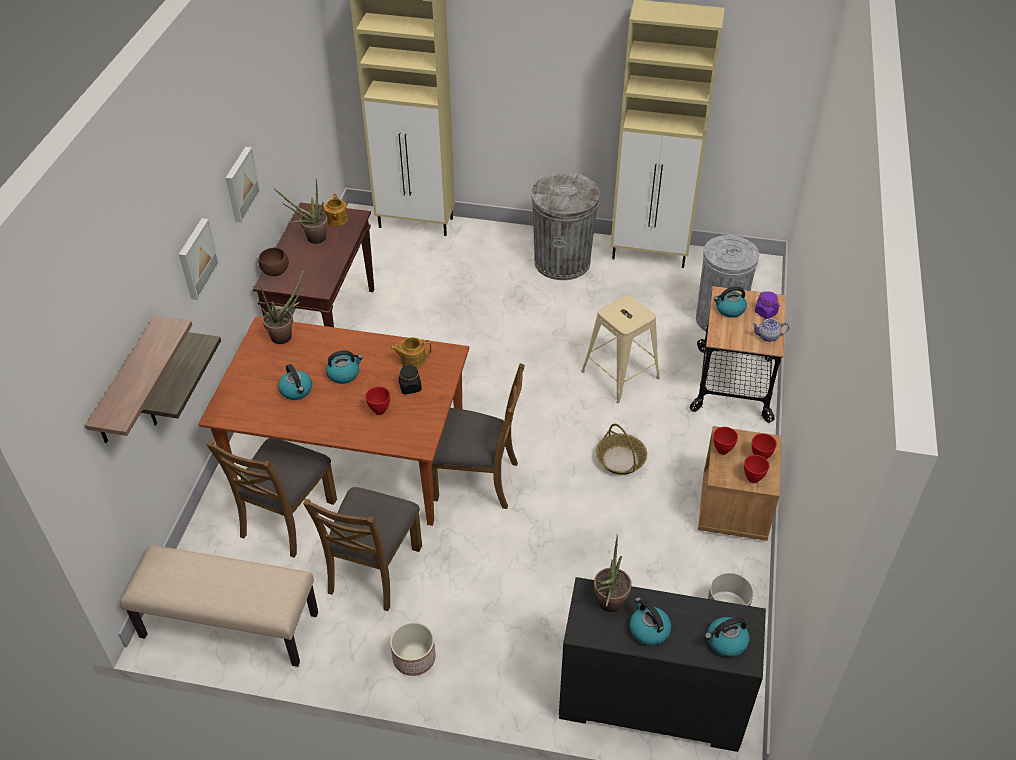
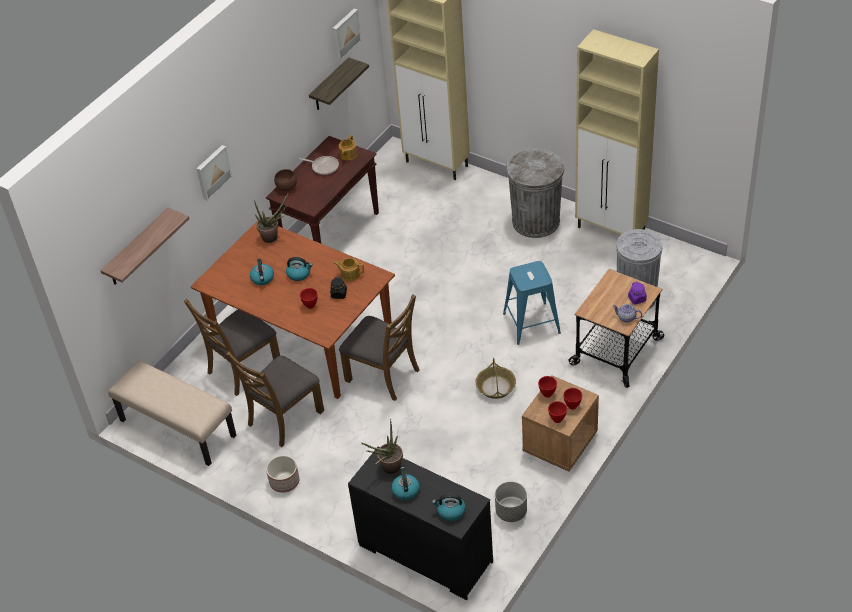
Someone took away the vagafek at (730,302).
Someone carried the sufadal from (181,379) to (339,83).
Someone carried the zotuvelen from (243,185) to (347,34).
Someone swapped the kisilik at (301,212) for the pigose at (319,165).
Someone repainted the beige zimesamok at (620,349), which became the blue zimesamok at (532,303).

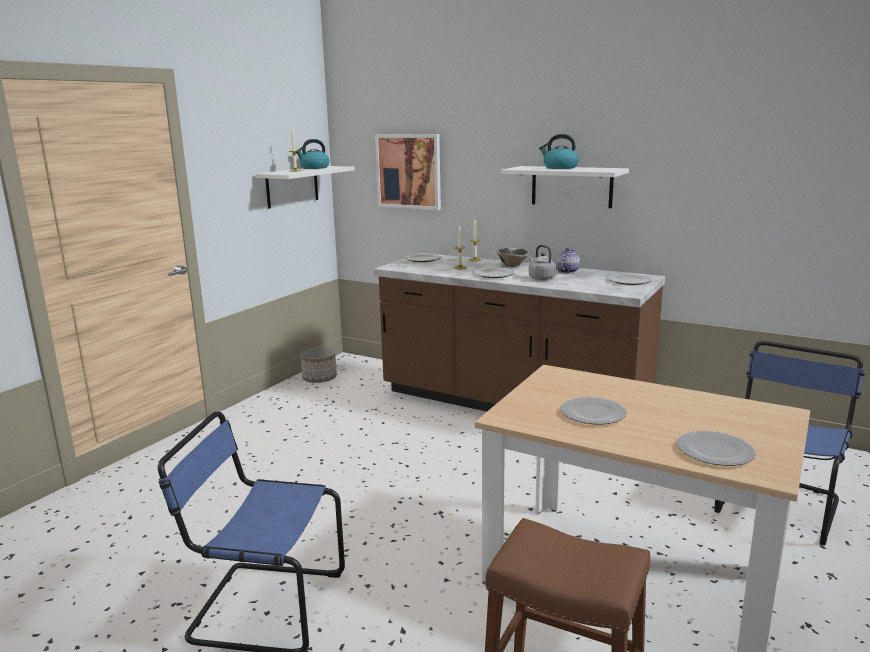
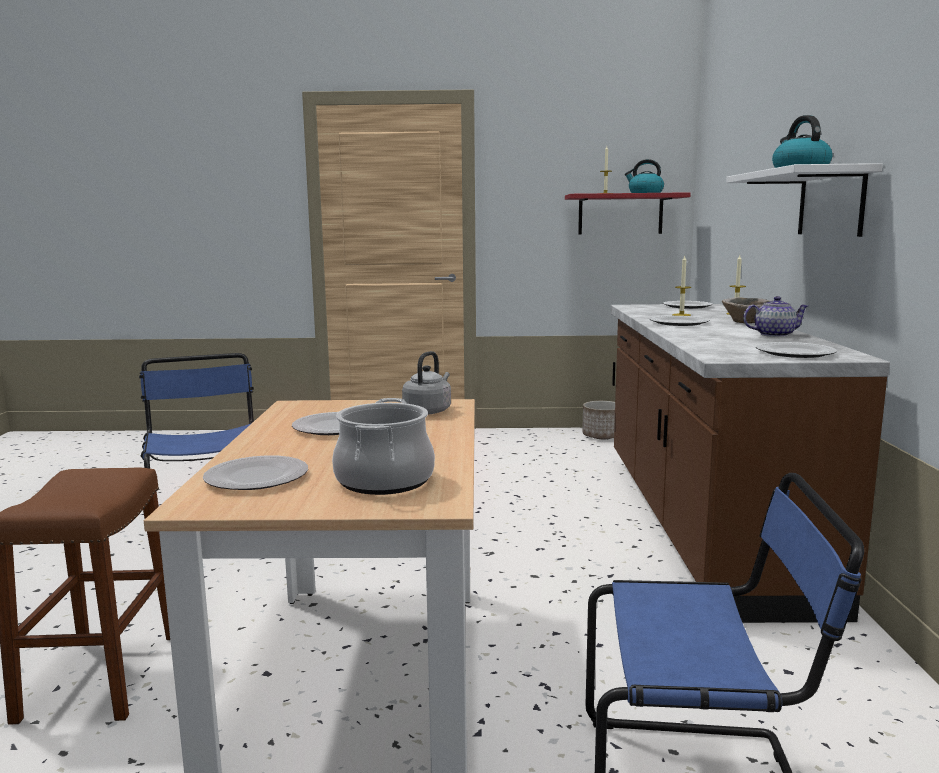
Someone took away the zotuvelen at (408,172).
Someone put down the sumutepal at (383,446).
Someone carried the grey vagafek from (542,262) to (426,382).
Someone repainted the white sufadal at (305,187), which became the red sufadal at (628,213).

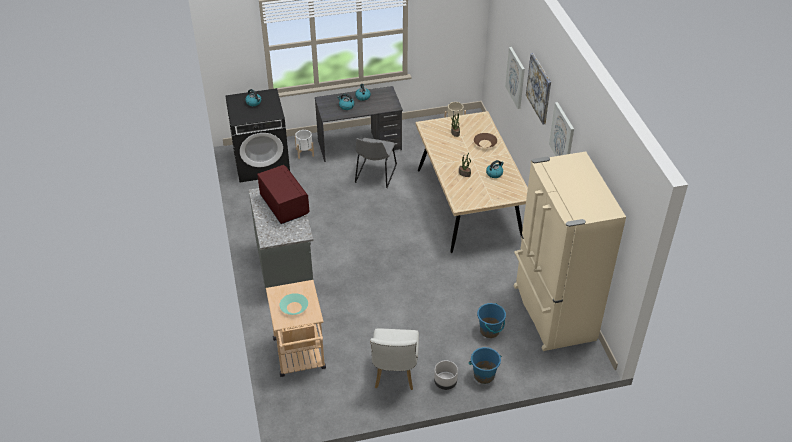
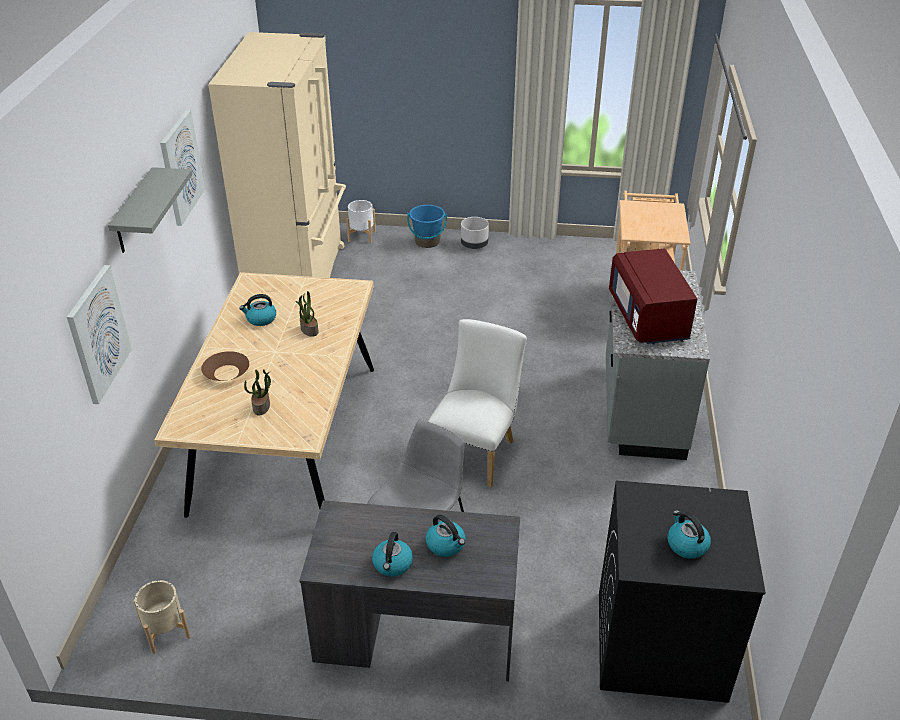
Someone took away the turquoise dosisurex at (294,304).
Someone took away the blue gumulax at (491,320).
Someone carried the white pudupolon from (304,144) to (361,221).
Someone carried the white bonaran from (394,359) to (477,403).
Someone swapped the zotuvelen at (538,88) for the grey sufadal at (150,210).

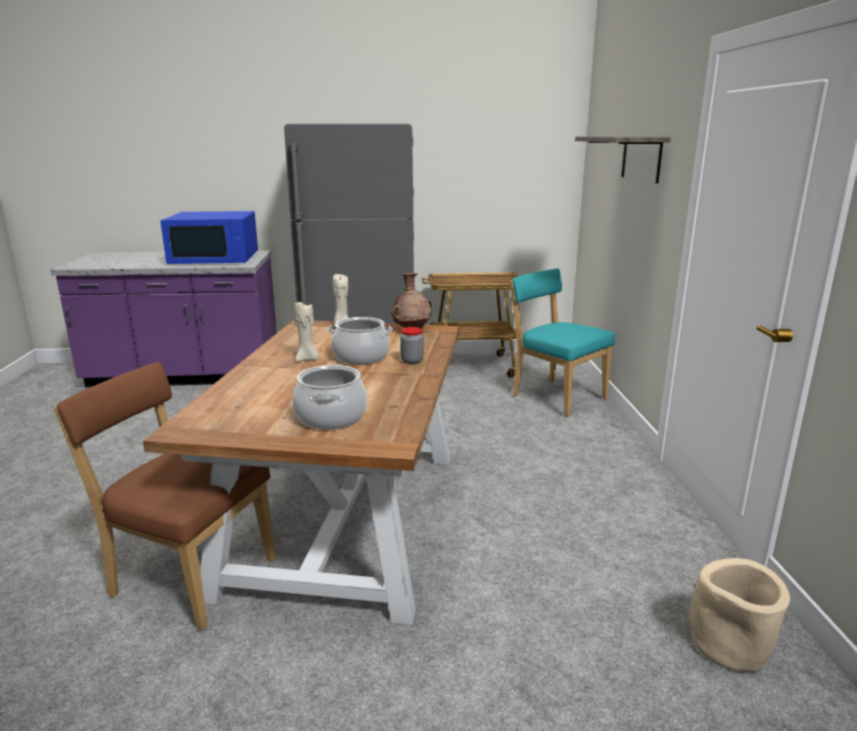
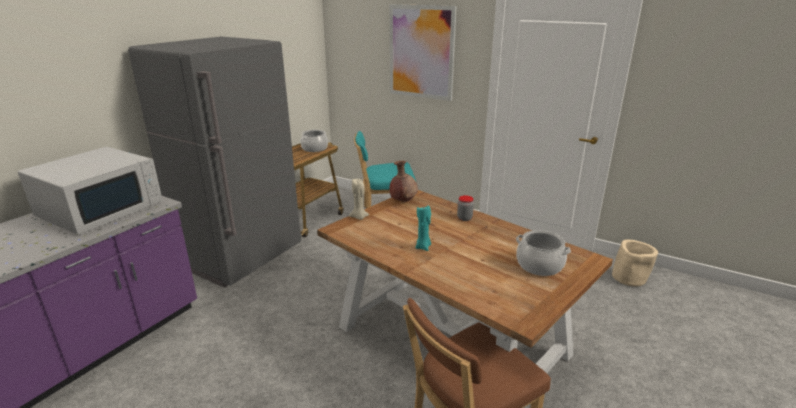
Someone carried the sumutepal from (360,341) to (314,141).
Someone swapped the sufadal at (623,160) for the zotuvelen at (423,52).
Someone repainted the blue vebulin at (209,237), which became the white vebulin at (90,191).
Someone repainted the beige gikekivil at (306,331), which became the turquoise gikekivil at (423,228).

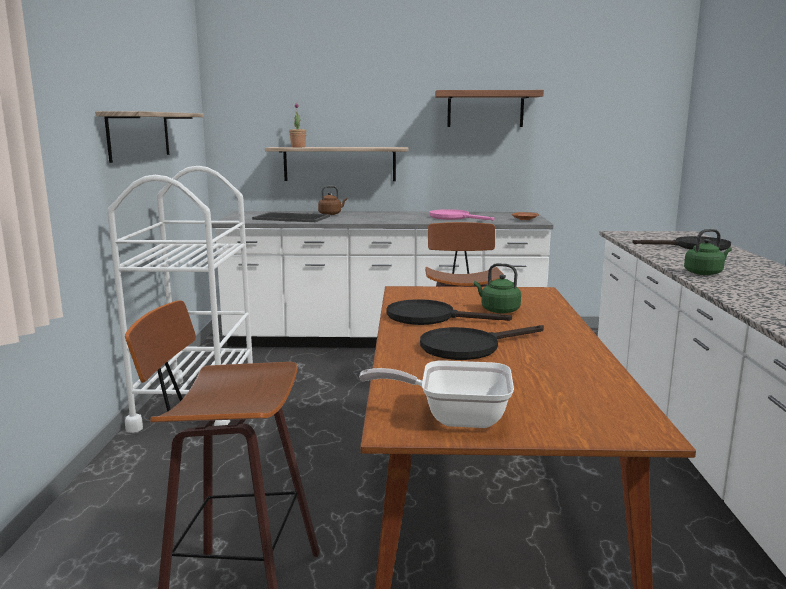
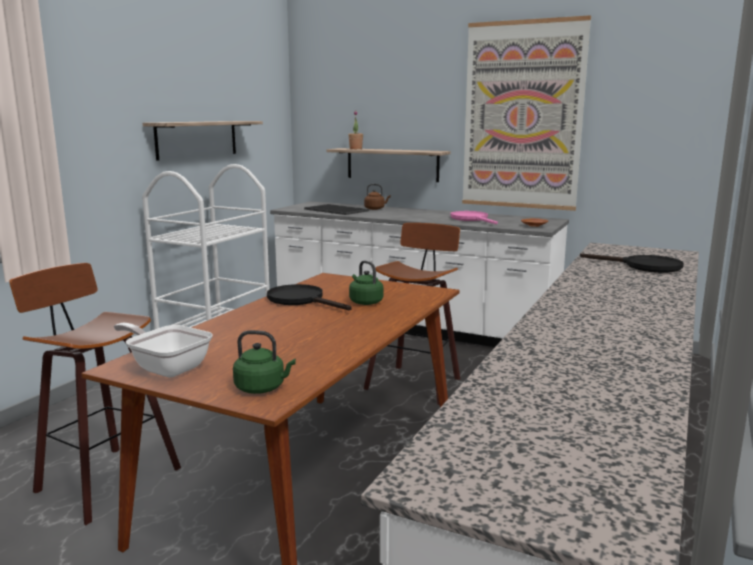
Someone took away the black pigose at (482,342).
Someone carried the green vagafek from (708,252) to (264,362).
Someone swapped the sufadal at (489,108) for the zotuvelen at (526,113).

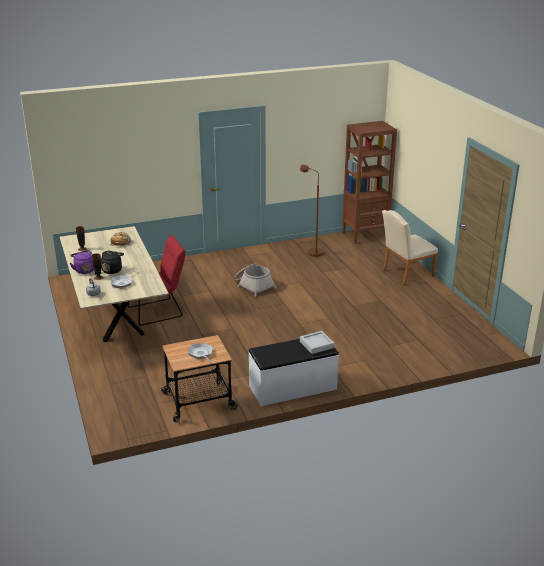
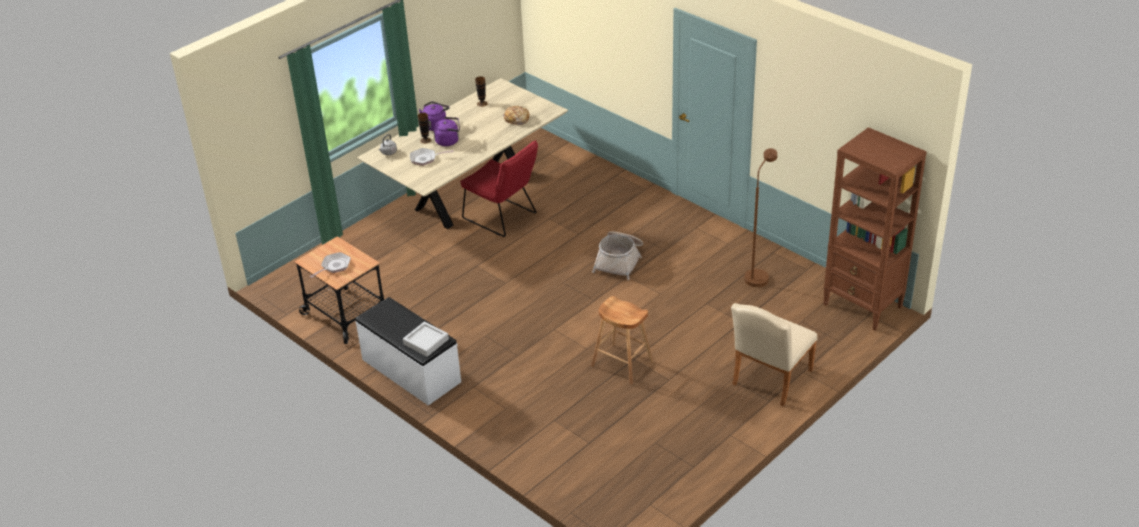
Someone put down the brown zimesamok at (622,340).
Someone repainted the black vagafek at (112,262), which became the purple vagafek at (447,131).
Someone rotated the beige bonaran at (410,247) by 90 degrees counterclockwise.

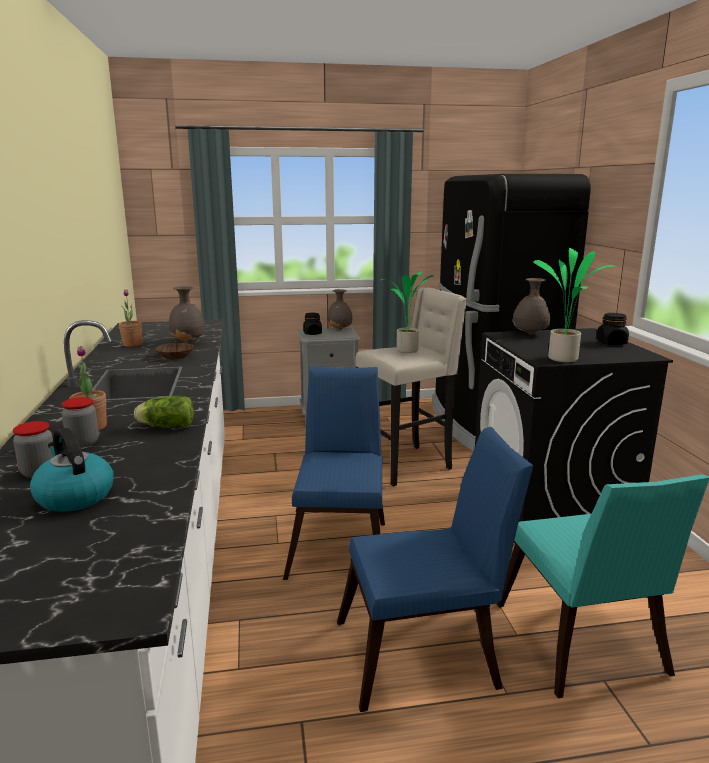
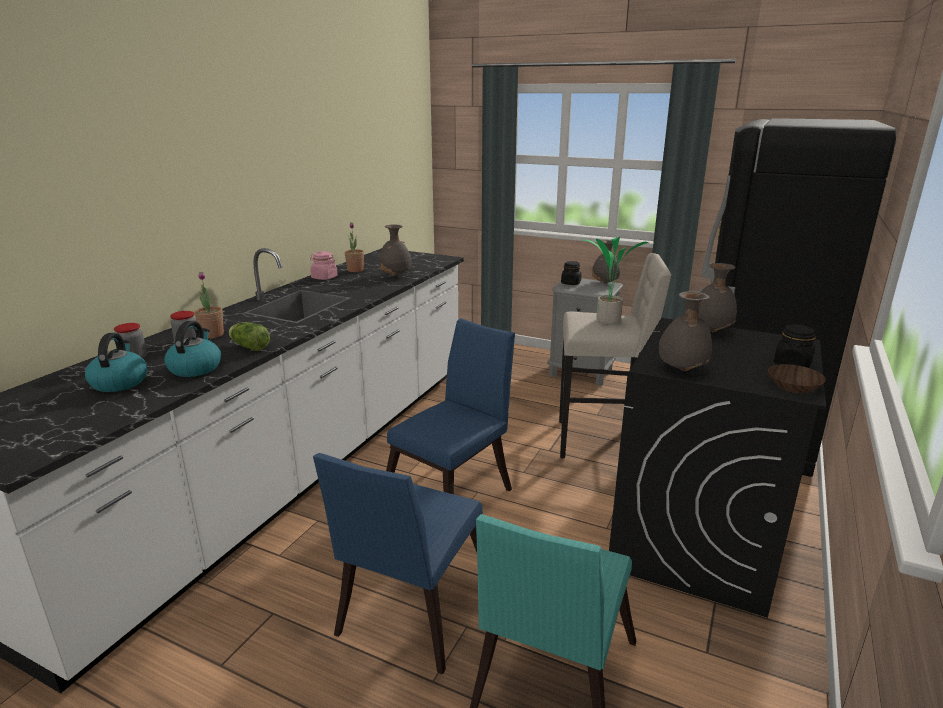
Someone put down the vagafek at (192,349).
Someone put down the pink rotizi at (324,266).
Someone carried the brown dosisurex from (174,351) to (797,378).
Someone swapped the kisilik at (574,305) for the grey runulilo at (685,331).
Someone rotated the blue bonaran at (435,569) by 90 degrees clockwise.

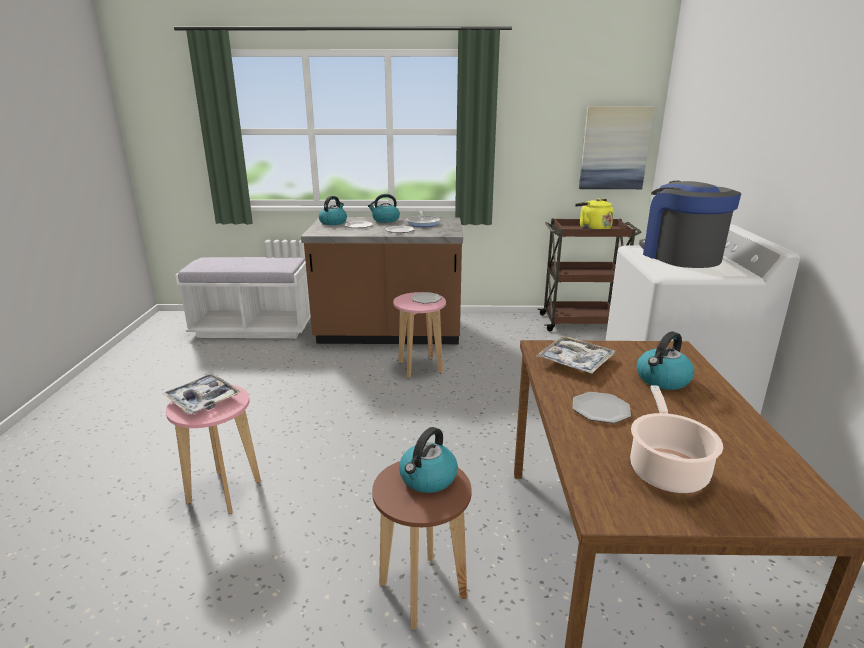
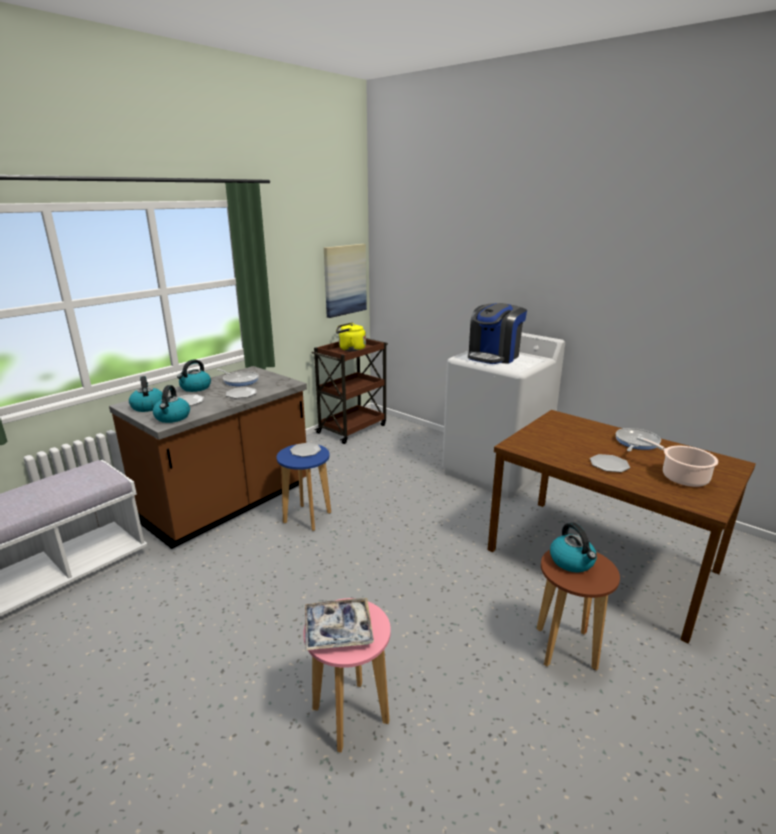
Someone took away the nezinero at (575,355).
Someone put down the pigose at (638,440).
Someone carried the vagafek from (665,360) to (171,404).
Someone repainted the pink zimesamok at (419,335), which became the blue zimesamok at (304,487).
Someone rotated the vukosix at (690,224) by 75 degrees counterclockwise.

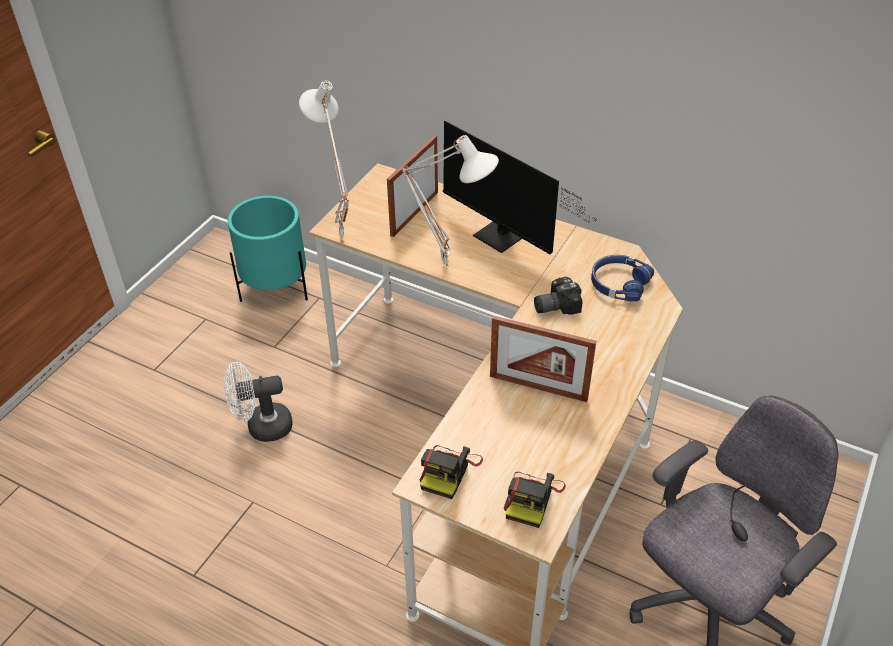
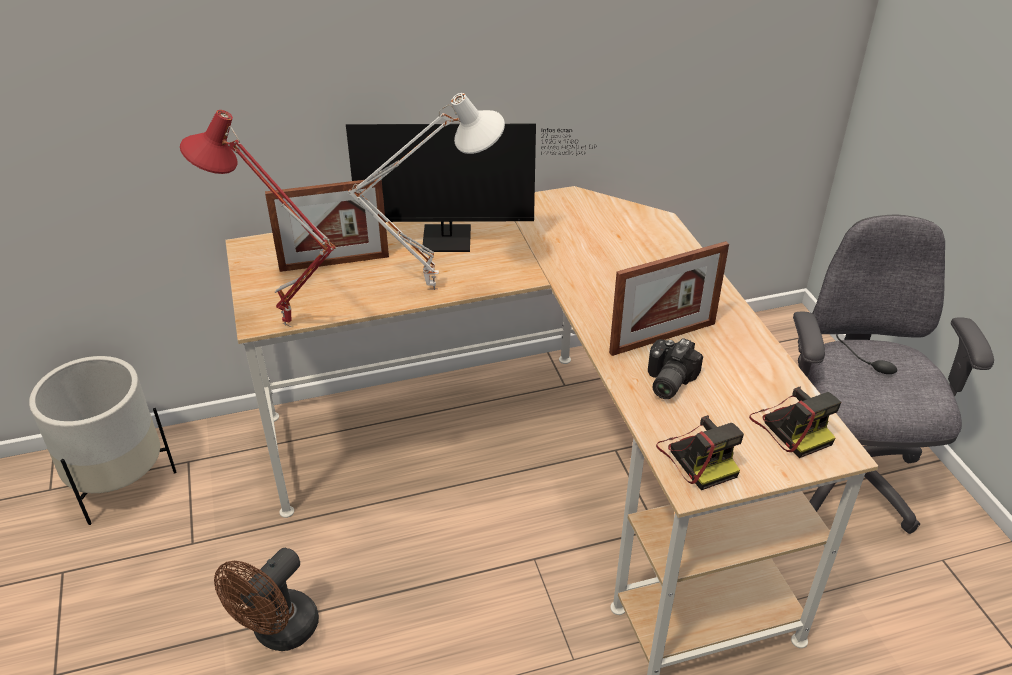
Someone took away the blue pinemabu at (622,278).
Someone carried the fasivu from (558,296) to (675,368).
Someone repainted the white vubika at (258,402), which became the brown vubika at (266,599).
Someone repainted the turquoise pudupolon at (268,249), which became the white pudupolon at (103,440).
Someone repainted the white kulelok at (324,160), which became the red kulelok at (258,218).
Someone rotated the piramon at (412,186) by 90 degrees counterclockwise.

